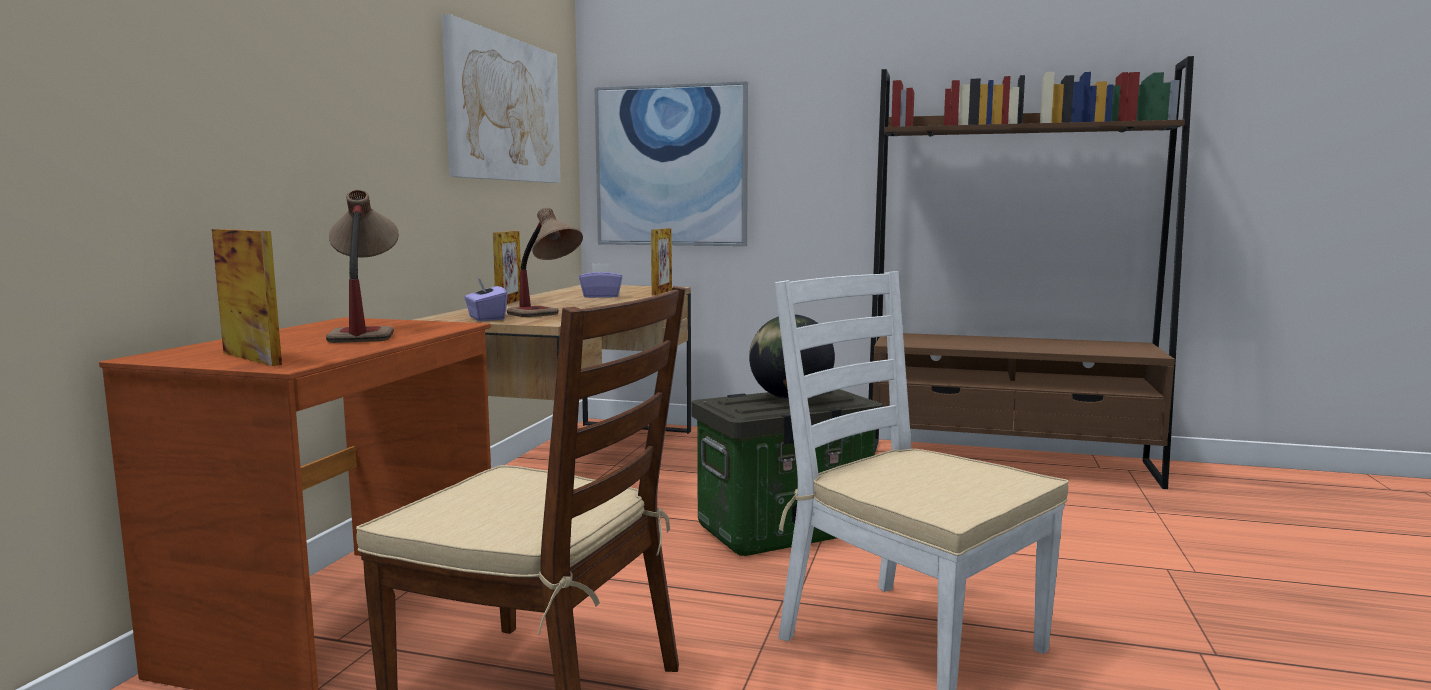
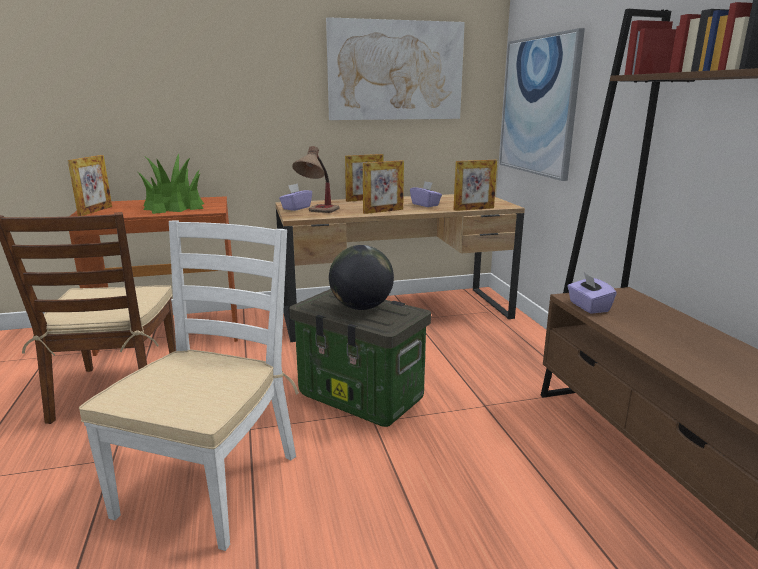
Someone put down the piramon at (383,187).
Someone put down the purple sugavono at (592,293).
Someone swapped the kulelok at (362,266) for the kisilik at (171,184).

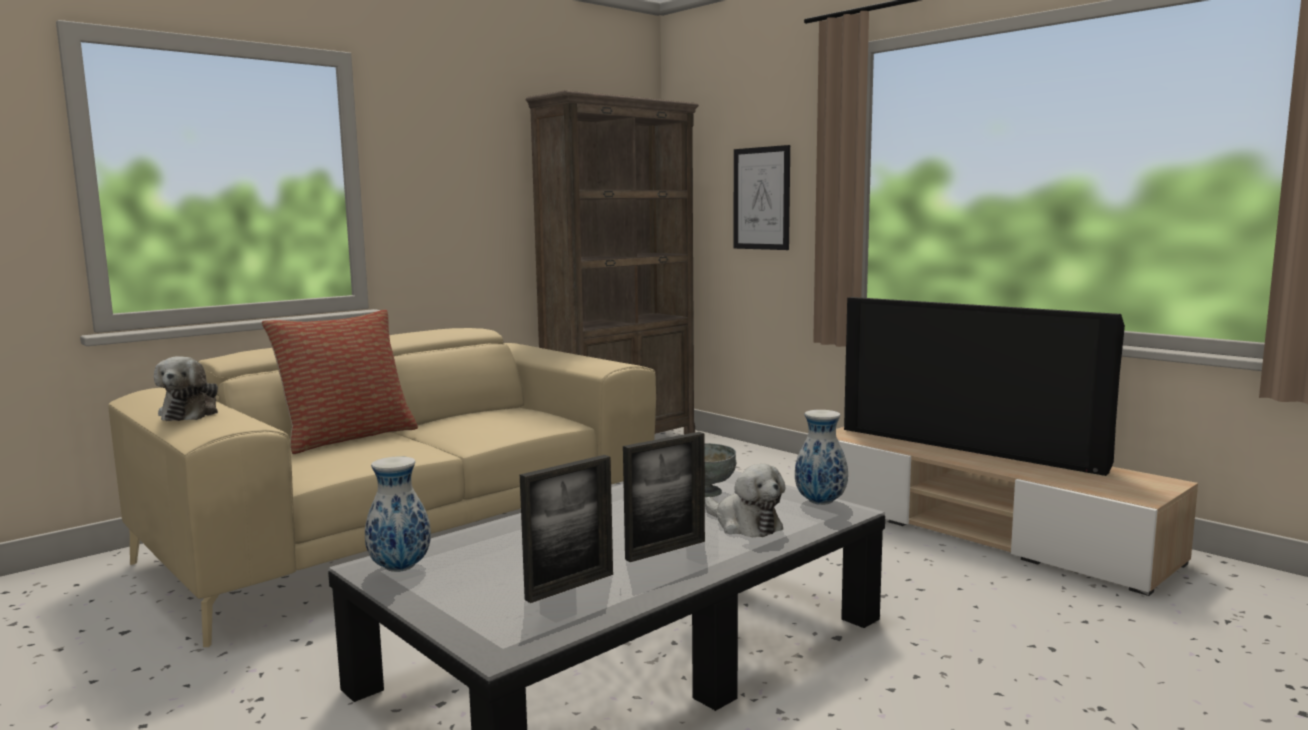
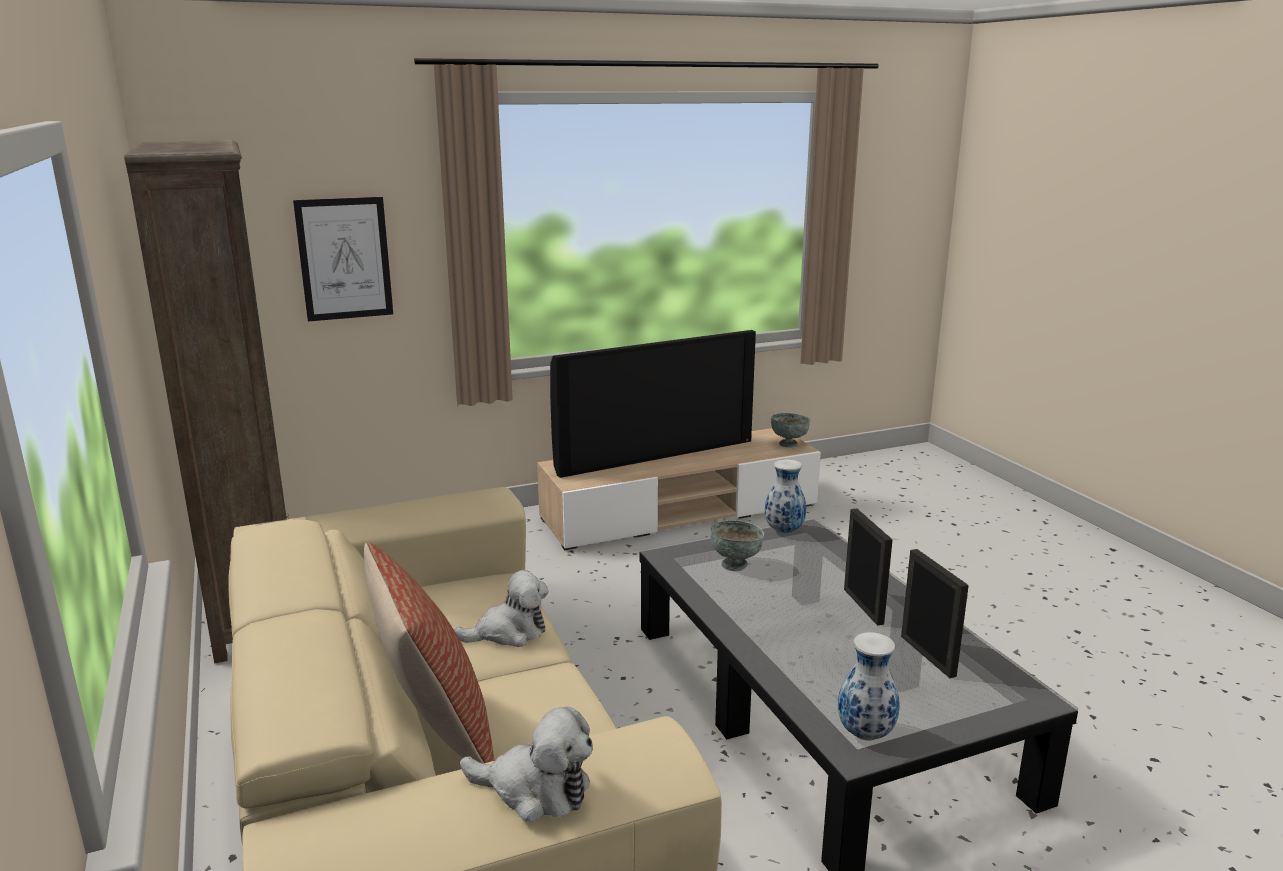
Someone put down the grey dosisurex at (790,430).
Someone carried the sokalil from (745,500) to (501,608).

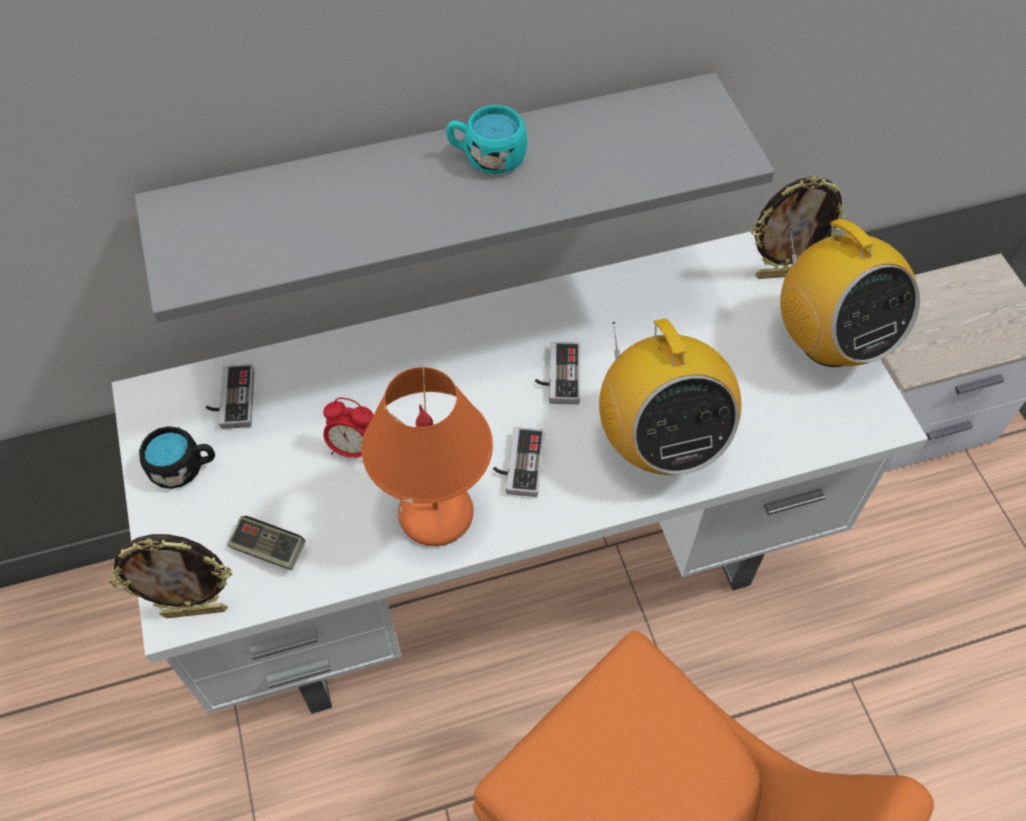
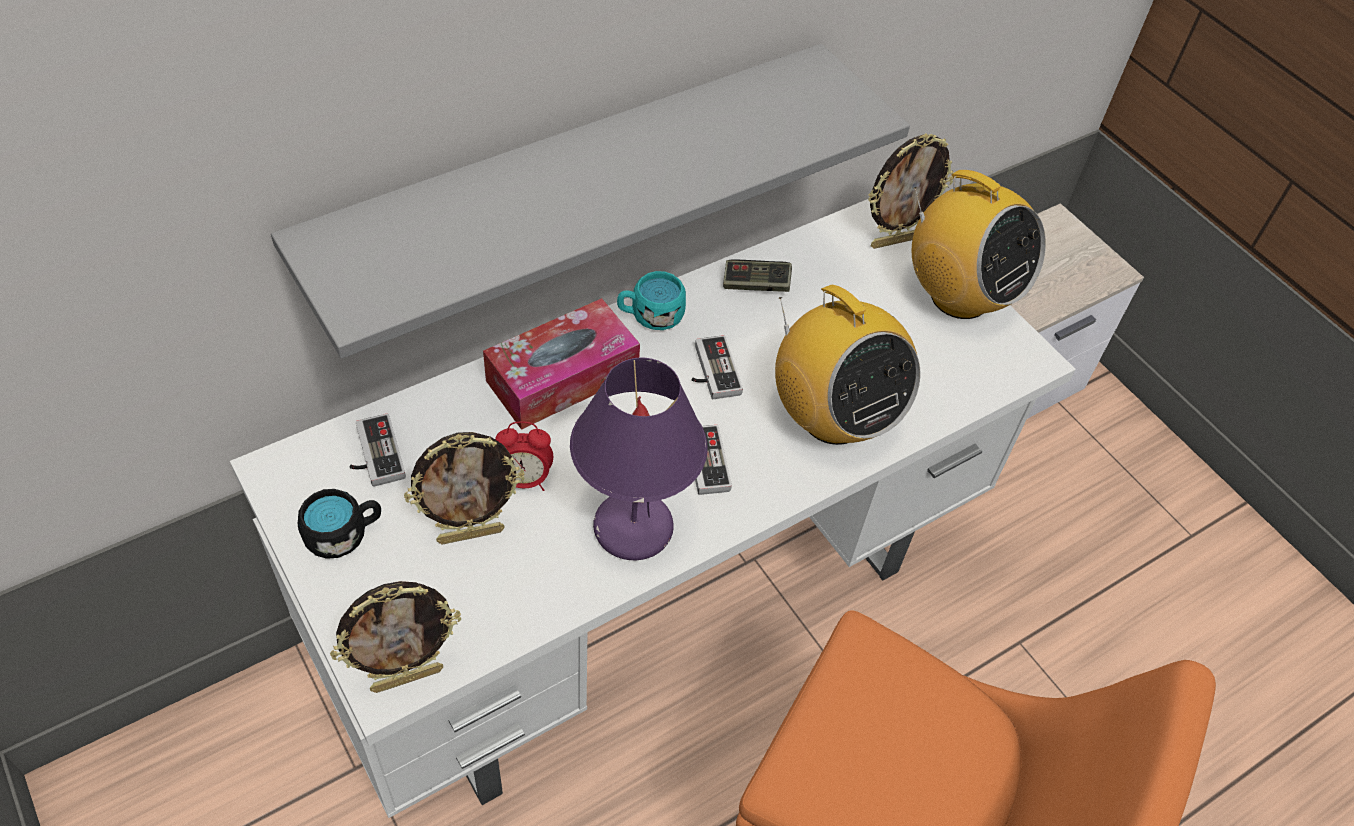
Someone put down the piramon at (464,488).
Someone put down the sugavono at (561,364).
Someone carried the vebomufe from (266,543) to (757,275).
Someone carried the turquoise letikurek from (486,139) to (651,300).
Someone repainted the orange kulelok at (427,456), which became the purple kulelok at (639,458).

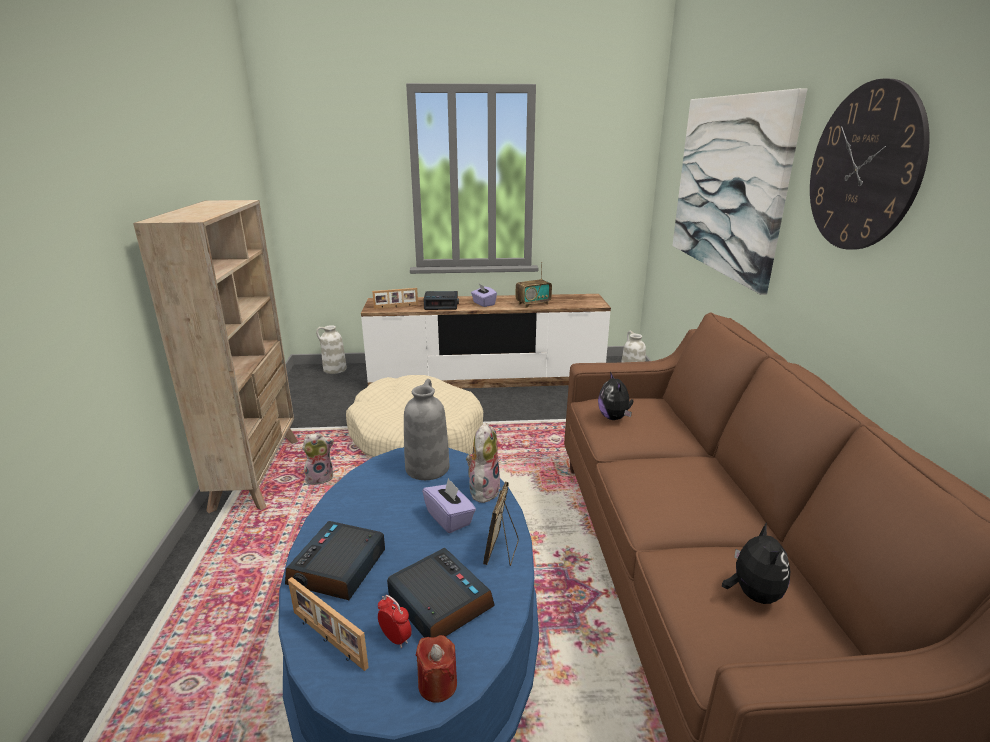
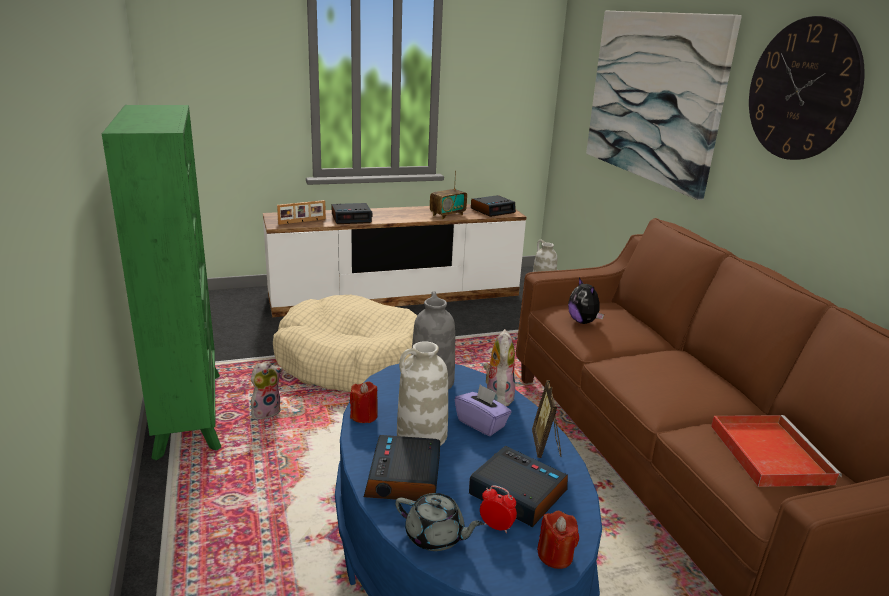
Someone took away the purple sugavono at (484,295).
Someone put down the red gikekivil at (364,402).
Someone put down the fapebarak at (493,206).
Someone carried the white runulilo from (331,349) to (422,393).
Someone swapped the piramon at (328,624) for the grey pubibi at (439,522).
Someone swapped the sokalil at (756,563) for the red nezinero at (776,451).
Someone repainted the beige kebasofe at (215,356), which became the green kebasofe at (161,282).

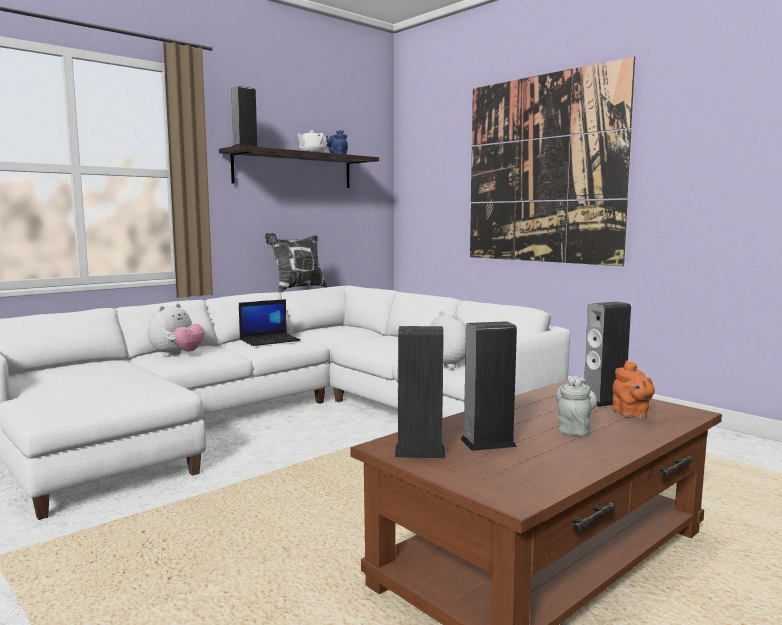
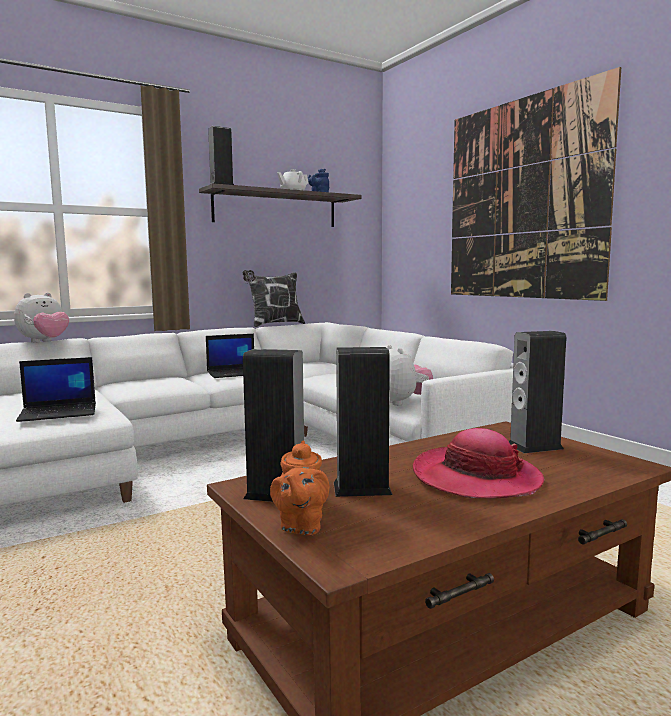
Someone put down the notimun at (56,389).
Someone carried the sokalil from (176,330) to (41,317).
Someone carried the orange pubibi from (633,390) to (299,487).
Someone swapped the grey pubibi at (576,406) for the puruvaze at (478,463).

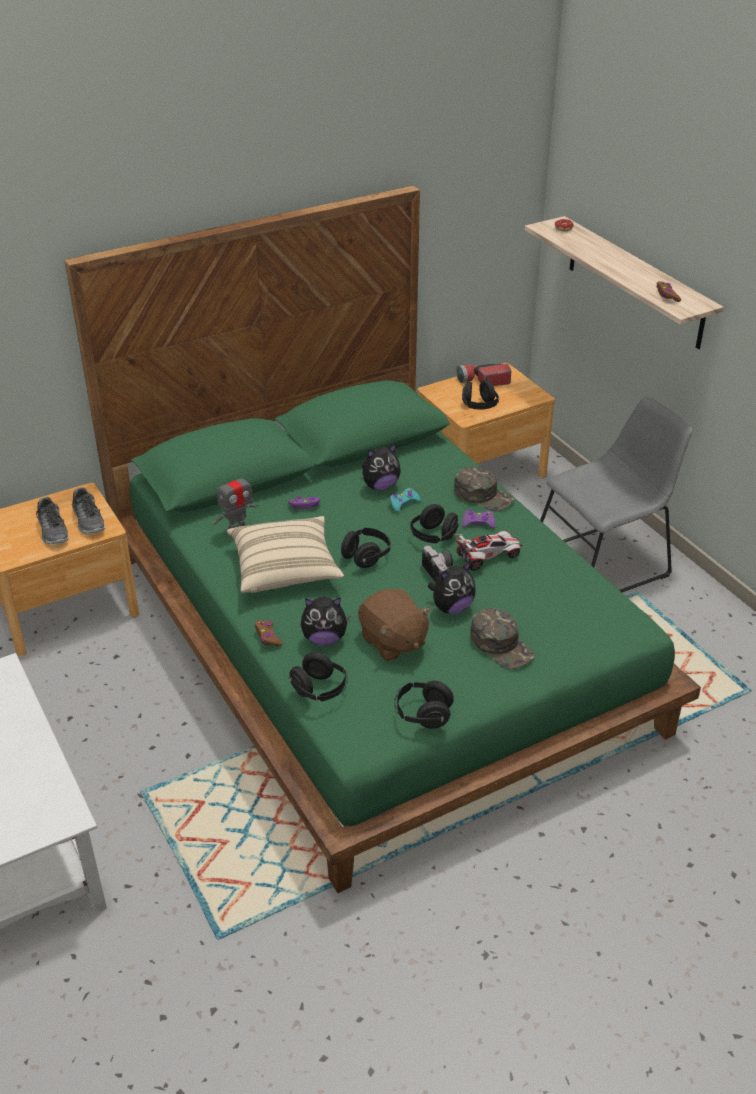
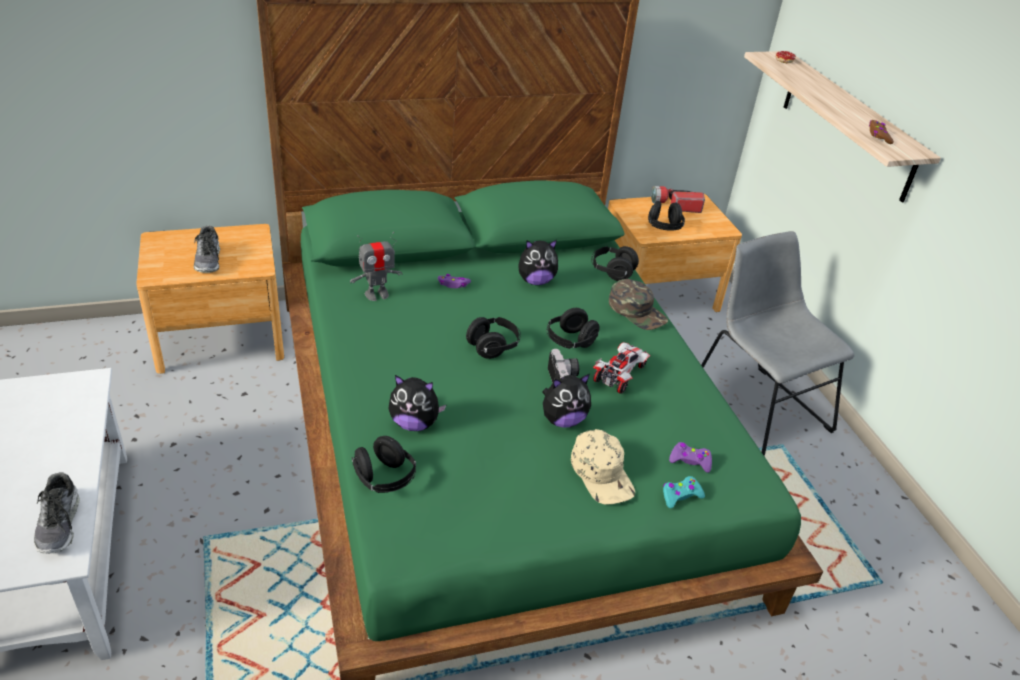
Someone took away the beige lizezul at (285,554).
Someone took away the brown vebomufe at (268,633).
Someone took away the brown sokalil at (394,625).
Someone carried the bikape from (88,511) to (57,512).
Someone carried the turquoise vebomufe from (405,500) to (684,492).
Someone carried the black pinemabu from (424,705) to (615,263).
Someone carried the purple vebomufe from (479,519) to (690,457).
Someone repainted the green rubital at (502,638), which became the beige rubital at (603,467).
Someone rotated the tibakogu at (488,551) by 45 degrees counterclockwise.
Someone rotated the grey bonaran at (616,494) by 105 degrees counterclockwise.

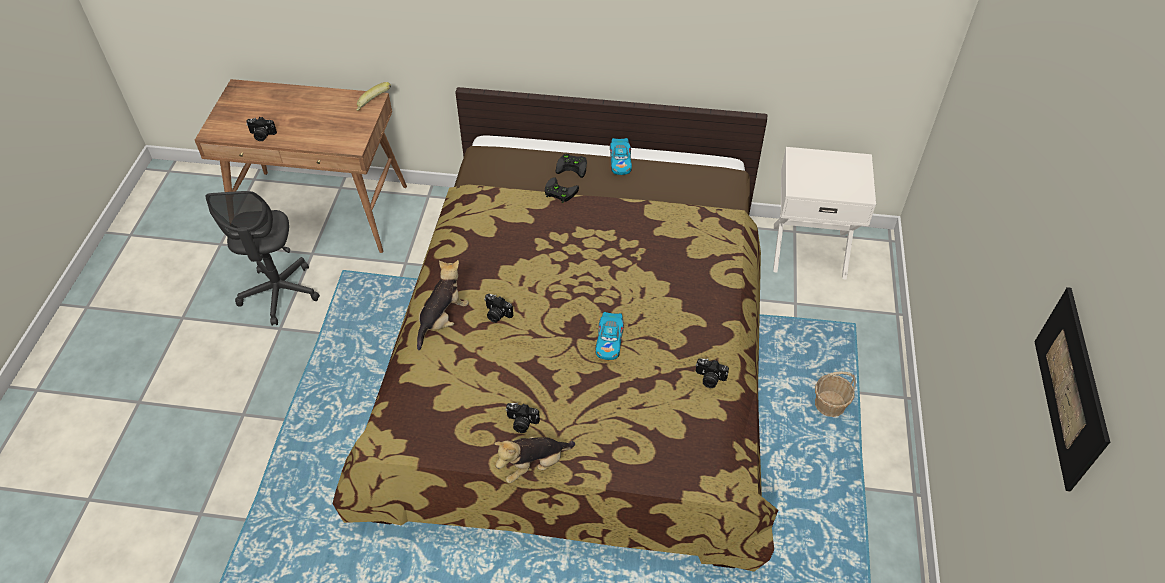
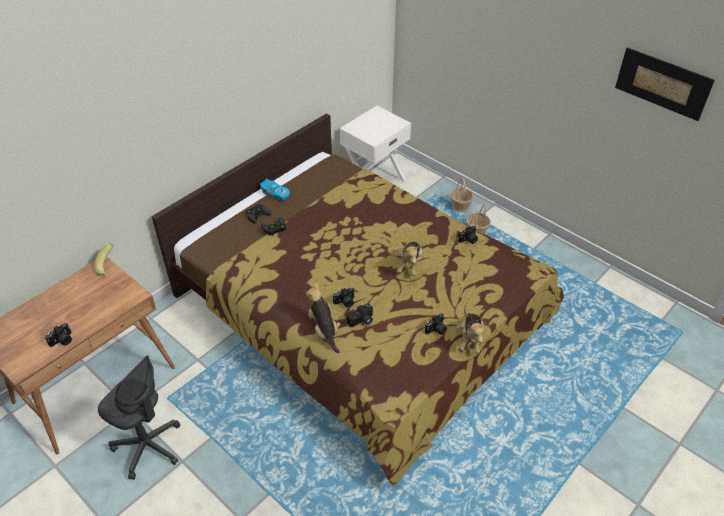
Someone put down the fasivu at (360,315).
Someone put down the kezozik at (461,195).
Someone swapped the tibakogu at (610,336) for the sokalil at (409,259).

